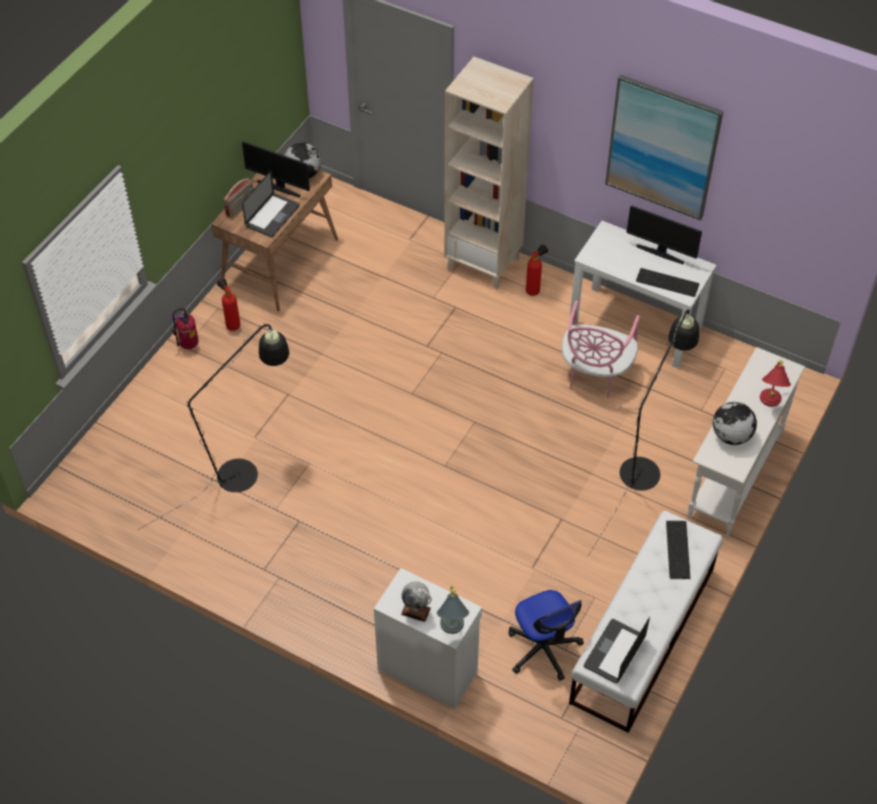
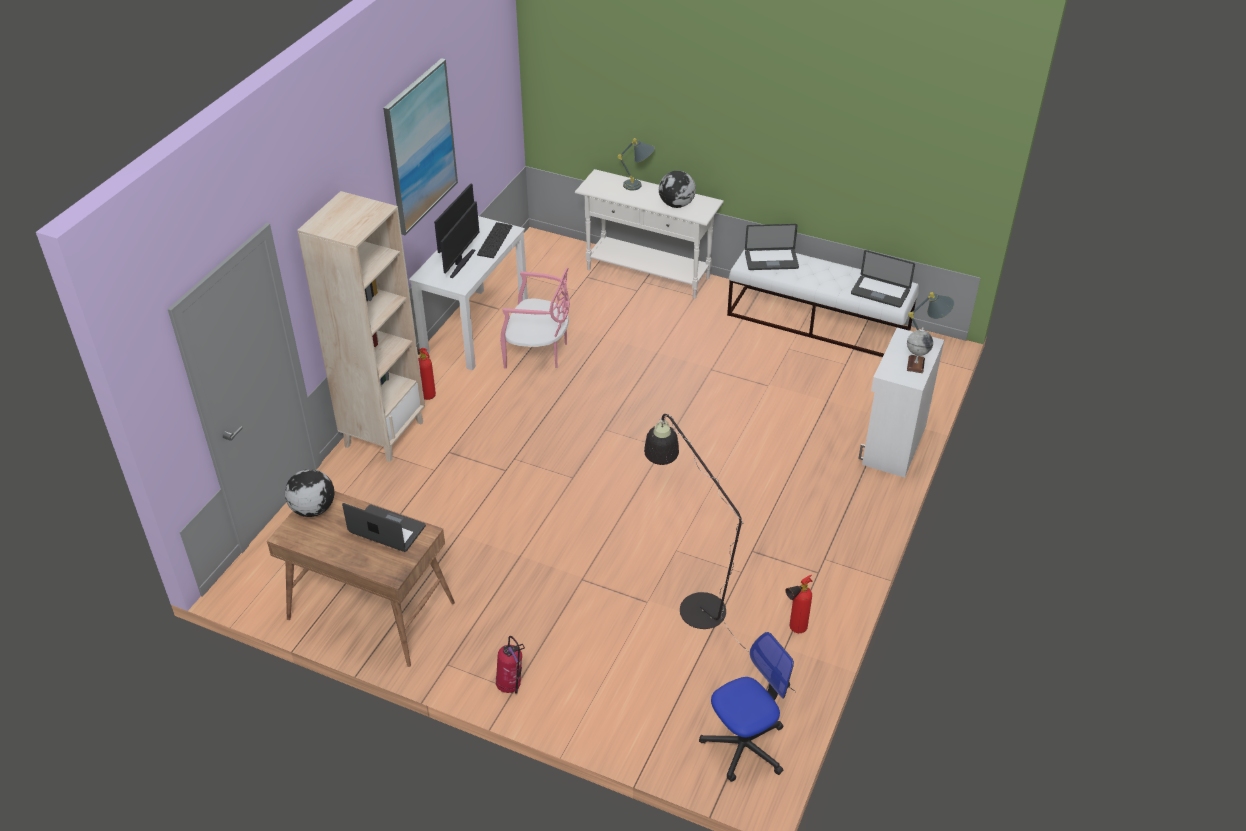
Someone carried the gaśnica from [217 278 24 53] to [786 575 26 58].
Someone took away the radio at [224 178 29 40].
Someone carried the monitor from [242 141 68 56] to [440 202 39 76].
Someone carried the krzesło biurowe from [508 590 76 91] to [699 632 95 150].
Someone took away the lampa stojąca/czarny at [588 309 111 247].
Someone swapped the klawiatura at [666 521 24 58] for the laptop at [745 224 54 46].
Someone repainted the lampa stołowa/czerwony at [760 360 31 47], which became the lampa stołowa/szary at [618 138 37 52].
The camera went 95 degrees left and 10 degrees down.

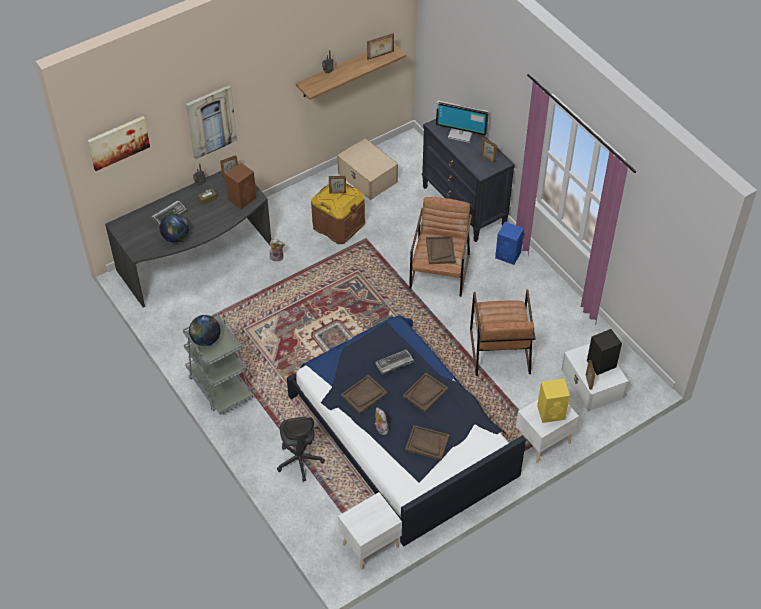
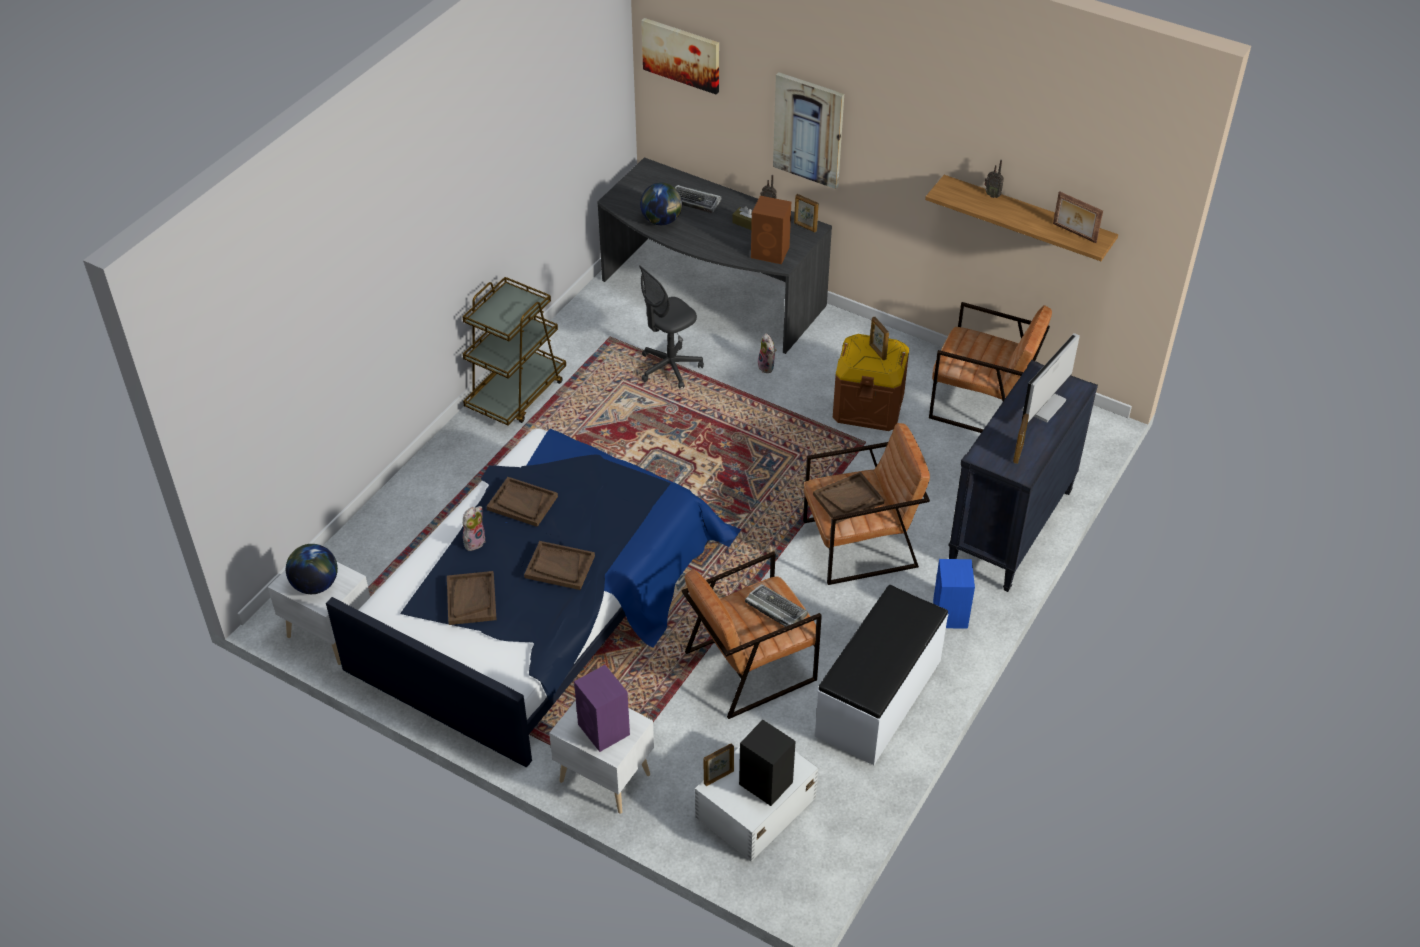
Someone repainted the wózek/szary at [183 313 70 102], which became the wózek/brązowy at [462 277 104 148].
Someone carried the globus from [189 315 31 31] to [286 544 52 50].
Someone carried the krzesło biurowe/szary from [277 417 48 65] to [639 265 65 123].
Someone swapped the pojemnik do przechowywania/beżowy at [337 138 61 62] for the fotel/brązowy at [929 302 123 131].
Someone carried the klawiatura from [375 349 39 26] to [745 584 63 46].
Someone rotated the monitor at [436 101 53 42] by 45 degrees clockwise.
Someone repainted the głośnik/żółty at [537 379 33 44], which became the głośnik/fioletowy at [574 665 56 87].
Someone put down the ławka/biały at [815 585 133 180].
The camera went 65 degrees right and 5 degrees down.

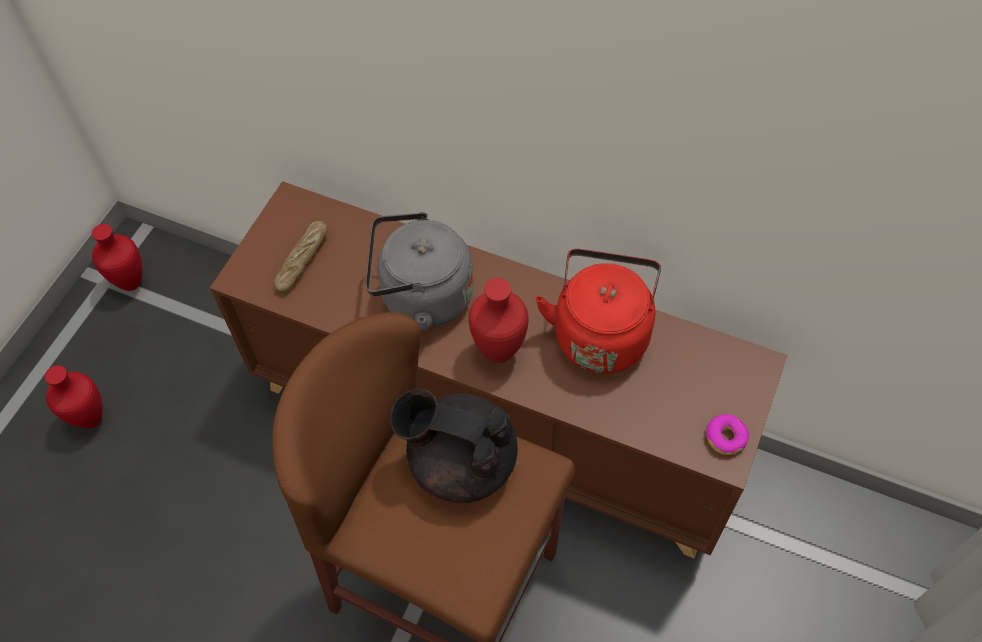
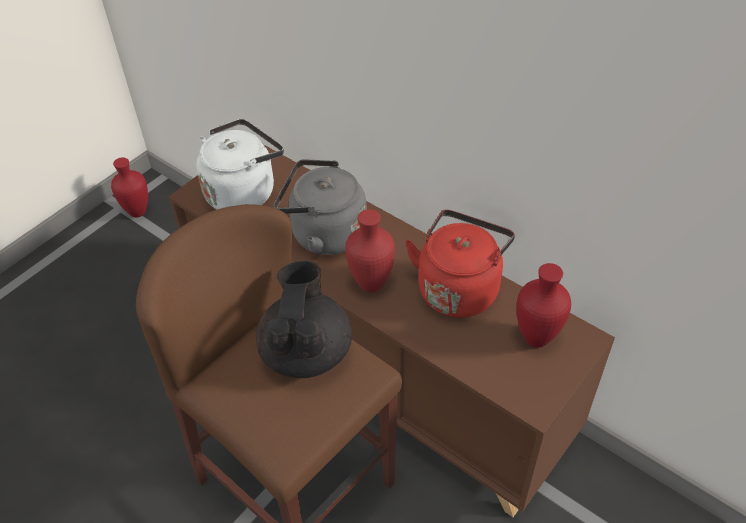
Someone carried the wazon/czerwony from [44 365 59 64] to [517 263 54 85].
Someone swapped the chleb at [274 221 54 72] for the czajnik/biały at [196 119 88 90].
Someone rotated the imbryk/czarny at [390 389 128 114] by 60 degrees clockwise.
Someone took away the donut at [706 414 43 41].
The camera went 15 degrees right and 10 degrees down.

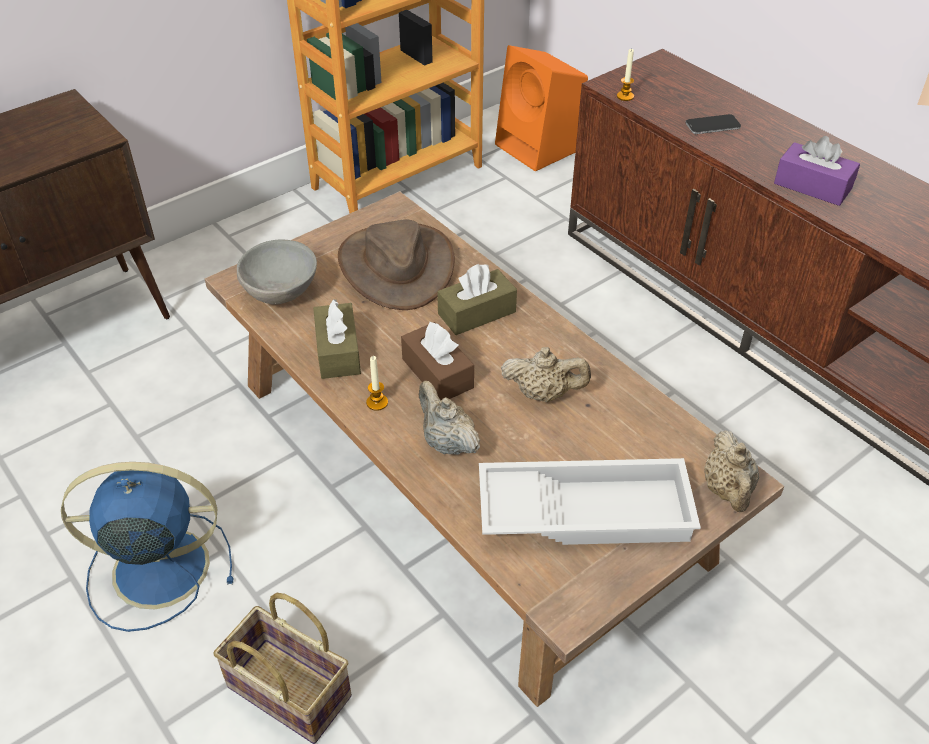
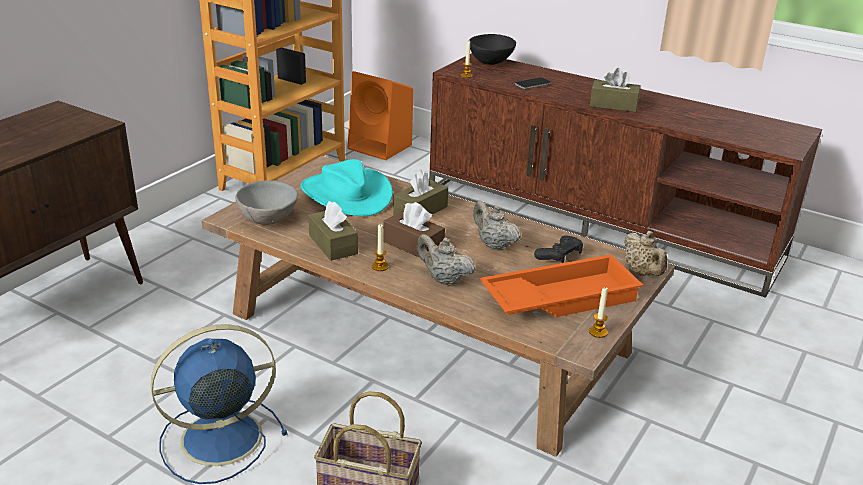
Someone repainted the kapelusz/brązowy at [338 219 117 91], which became the kapelusz/turkusowy at [300 159 93 57].
Someone repainted the taca/biały at [479 458 222 87], which became the taca/pomarańczowy at [480 254 163 63].
Someone rotated the imbryk/beżowy at [501 347 90 55] by 120 degrees counterclockwise.
Someone repainted the pudełko chusteczek/fioletowy at [774 136 86 70], which became the pudełko chusteczek/brązowy at [590 68 51 44].
Someone put down the miska/czarny at [469 34 47 31].
Someone put down the pad do gier/czarny at [534 235 49 28].
Someone put down the świeca at [589 288 19 50].
The camera went 20 degrees left and 15 degrees down.

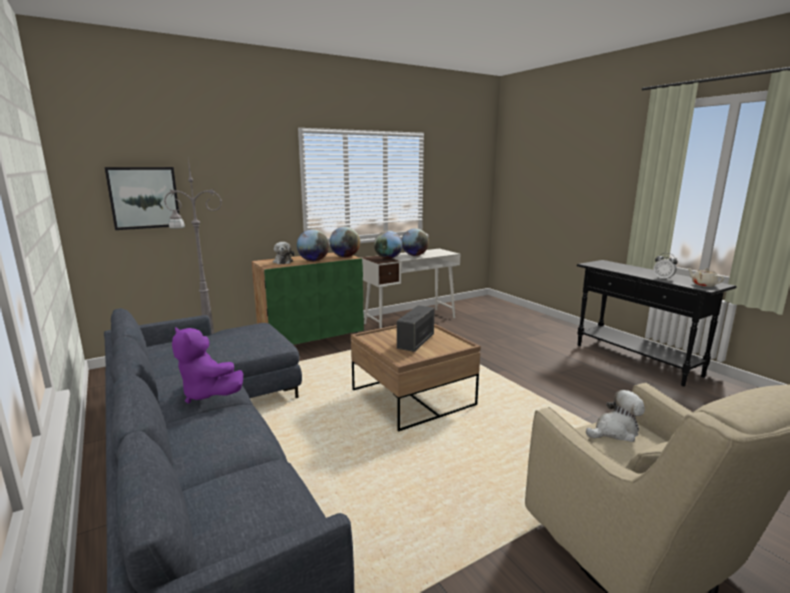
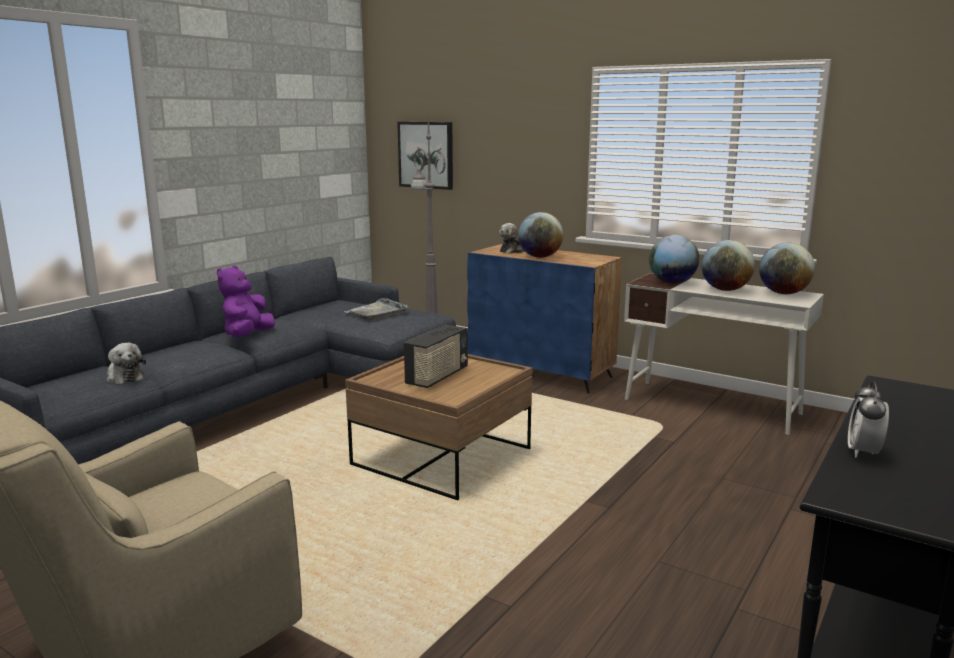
Someone repainted the szafka/zielony at [252 253 112 92], which became the szafka/niebieski at [467 244 155 149].
Someone carried the globus from [330 227 30 30] to [759 243 56 51].
Someone rotated the radio at [397 305 38 47] by 120 degrees clockwise.
Someone carried the pluszak from [586 390 59 52] to [106 343 40 41].
Someone took away the imbryk/beżowy at [687 268 37 19].
Someone put down the taca/szary at [344 298 64 22].
The camera went 65 degrees right and 0 degrees up.

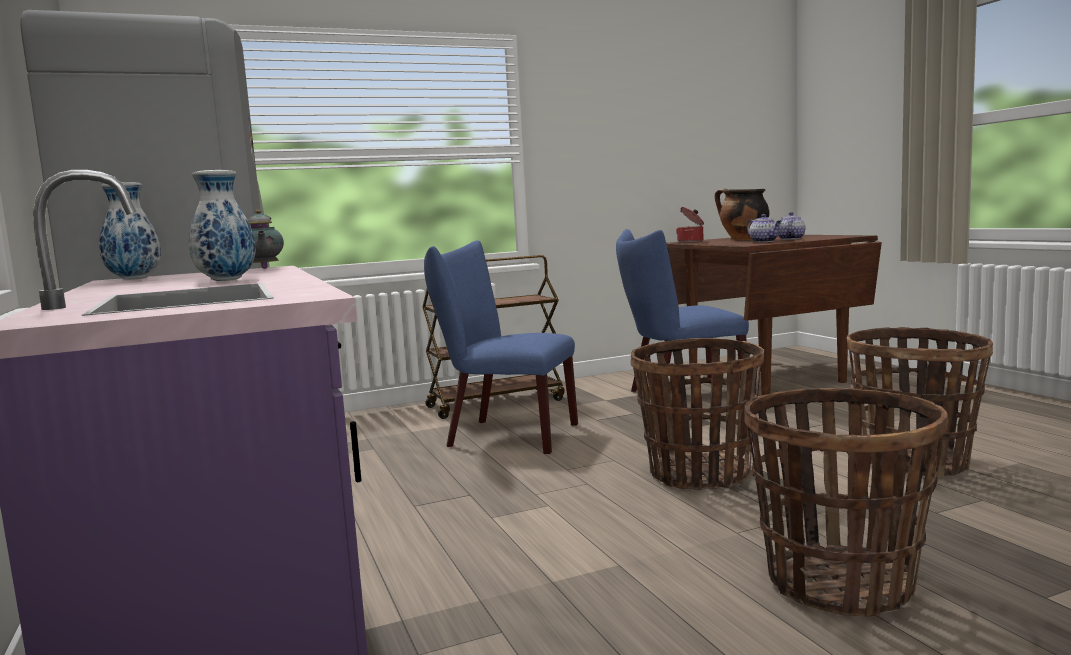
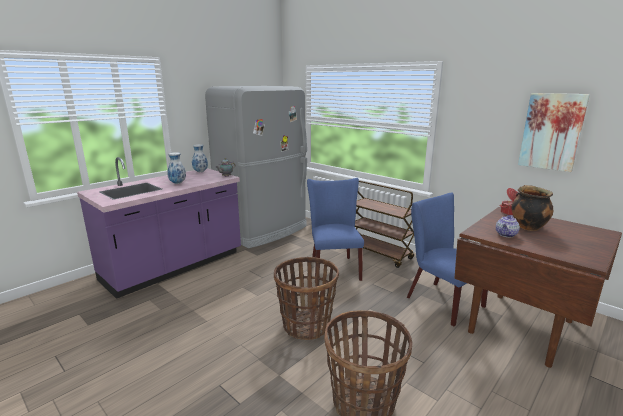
Someone took away the koszyk at [744 388 205 229].
Someone took away the imbryk at [778 212 28 28].
Someone put up the obraz at [518 93 72 79].
The camera went 65 degrees right and 10 degrees up.

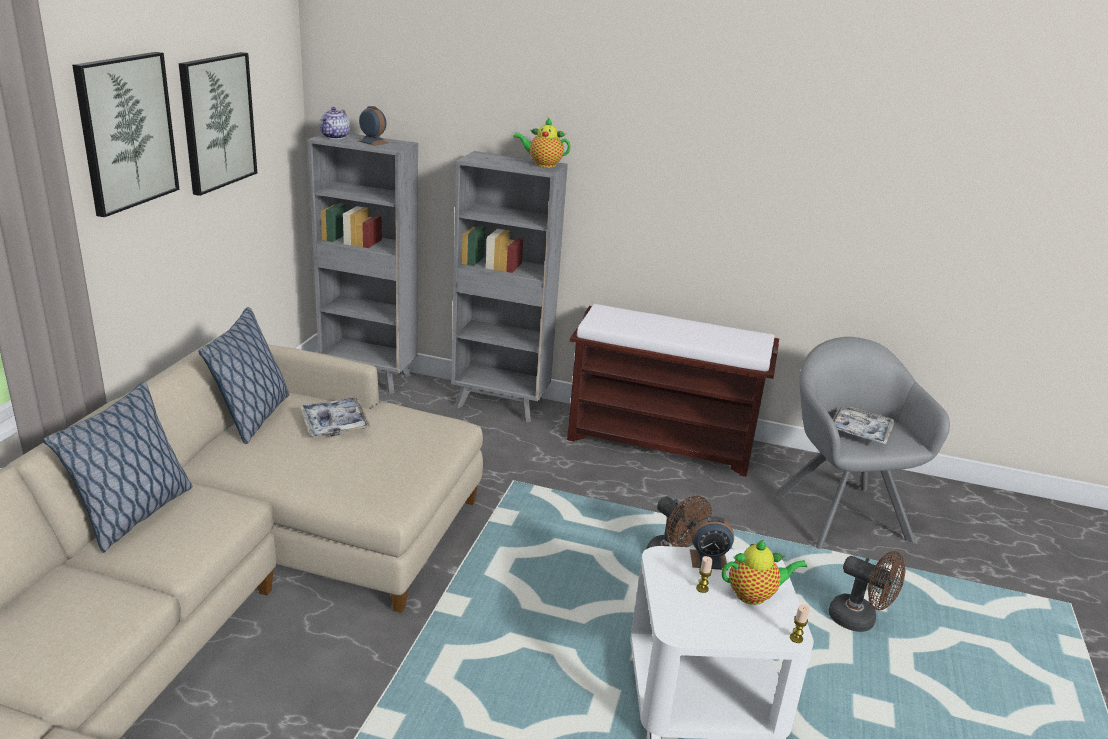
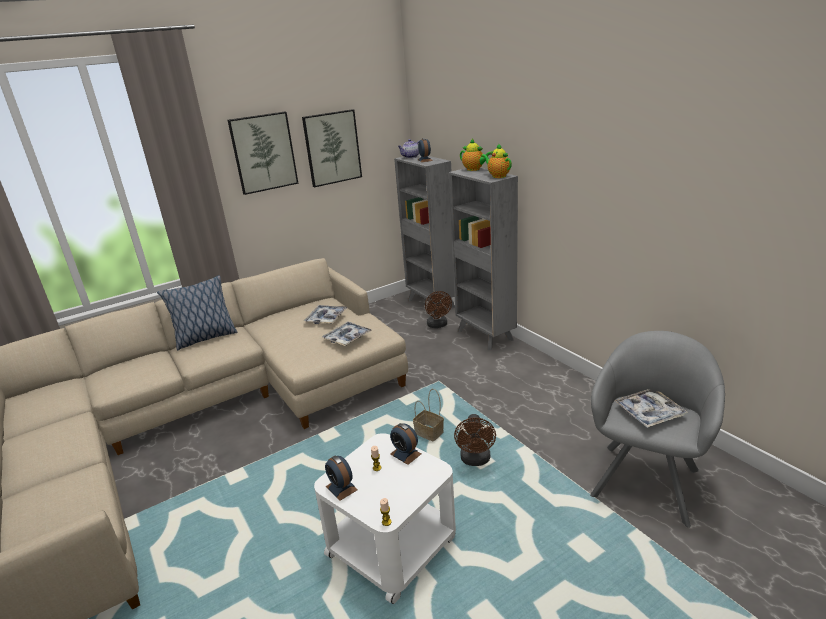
Someone took away the poduszka at [198 307 91 137].
Someone took away the ławka/brązowy at [567 304 212 173].
Someone carried the imbryk from [722 539 85 66] to [460 139 30 32].
Someone carried the wentylator/brązowy from [829 551 77 81] to [425 291 27 37].
Someone put down the taca at [322 322 50 24].
Someone put down the budzik at [325 456 33 45].
Someone put down the koszyk at [413 389 31 52].
The camera went 45 degrees right and 0 degrees up.

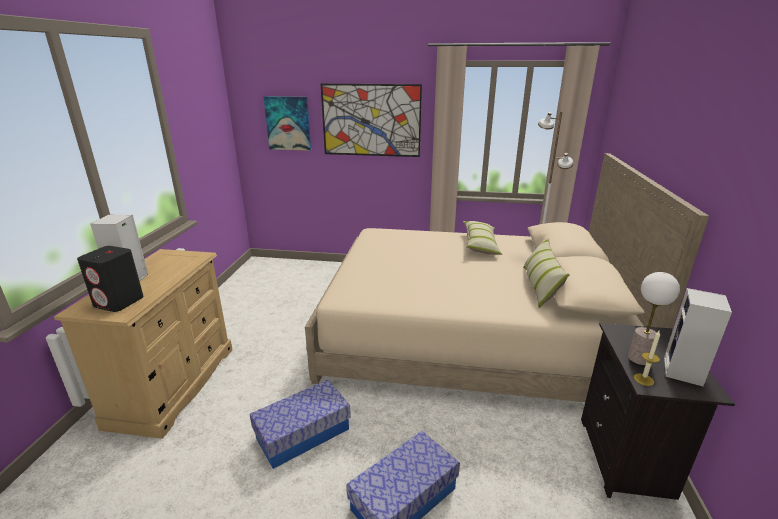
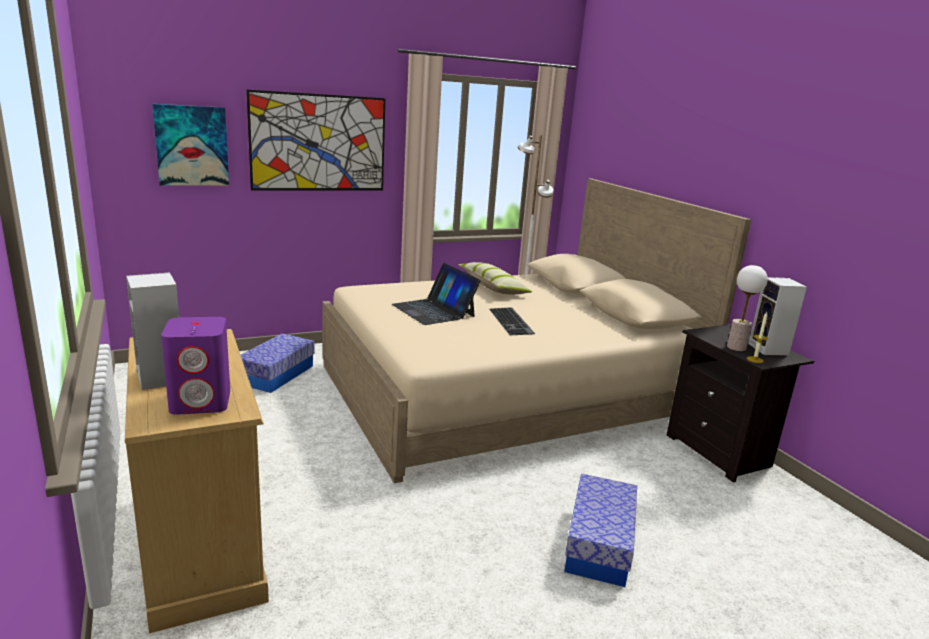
Someone repainted the głośnik/czarny at [77 246 67 66], which became the głośnik/fioletowy at [161 317 69 98].
Someone carried the pojemnik do przechowywania from [250 380 101 89] to [241 333 74 60].
Someone took away the poduszka at [523 238 47 70].
Someone put down the laptop at [392 263 89 62].
Someone put down the klawiatura at [489 307 46 28].
The camera went 35 degrees left and 5 degrees down.

